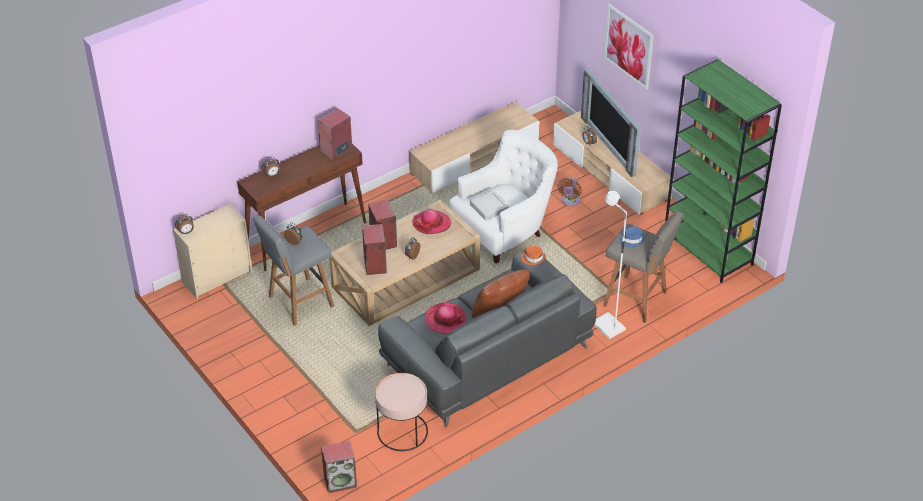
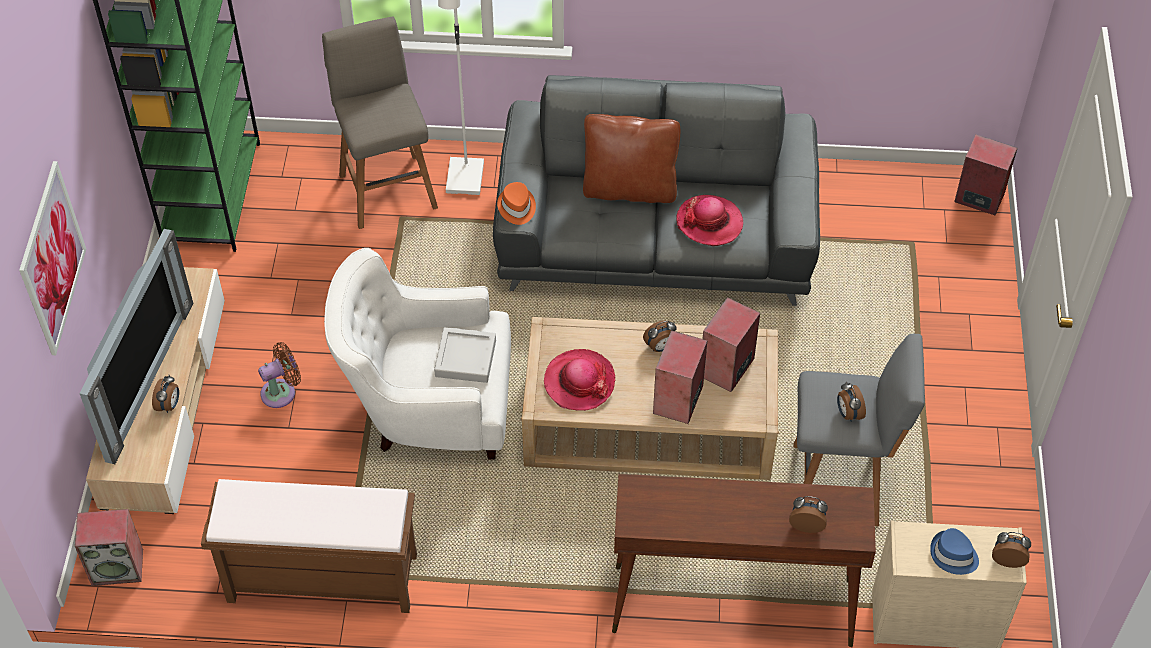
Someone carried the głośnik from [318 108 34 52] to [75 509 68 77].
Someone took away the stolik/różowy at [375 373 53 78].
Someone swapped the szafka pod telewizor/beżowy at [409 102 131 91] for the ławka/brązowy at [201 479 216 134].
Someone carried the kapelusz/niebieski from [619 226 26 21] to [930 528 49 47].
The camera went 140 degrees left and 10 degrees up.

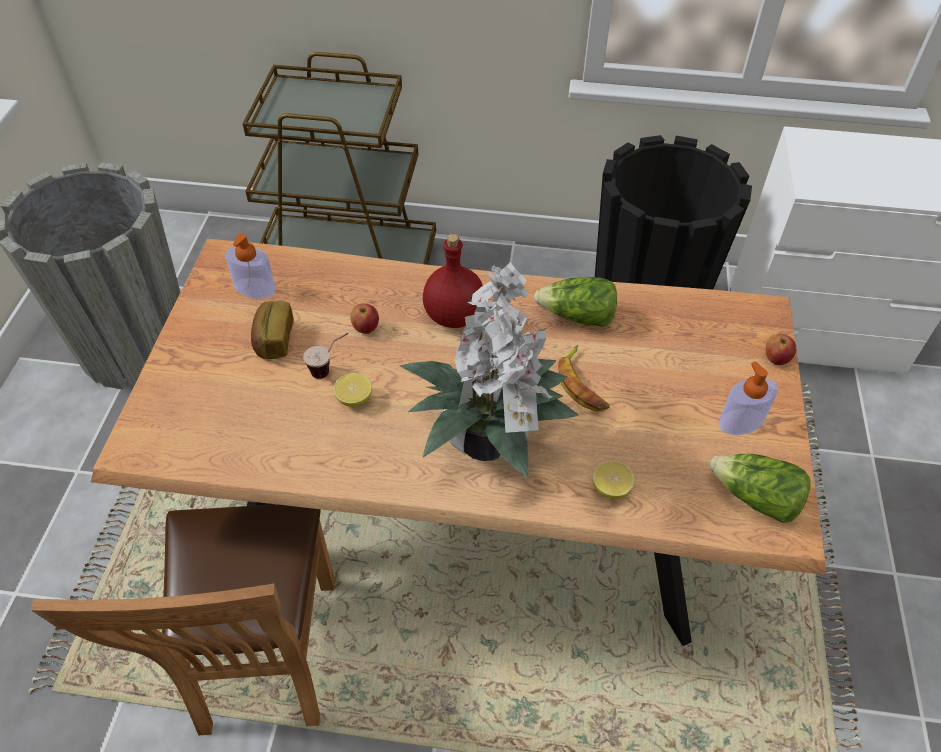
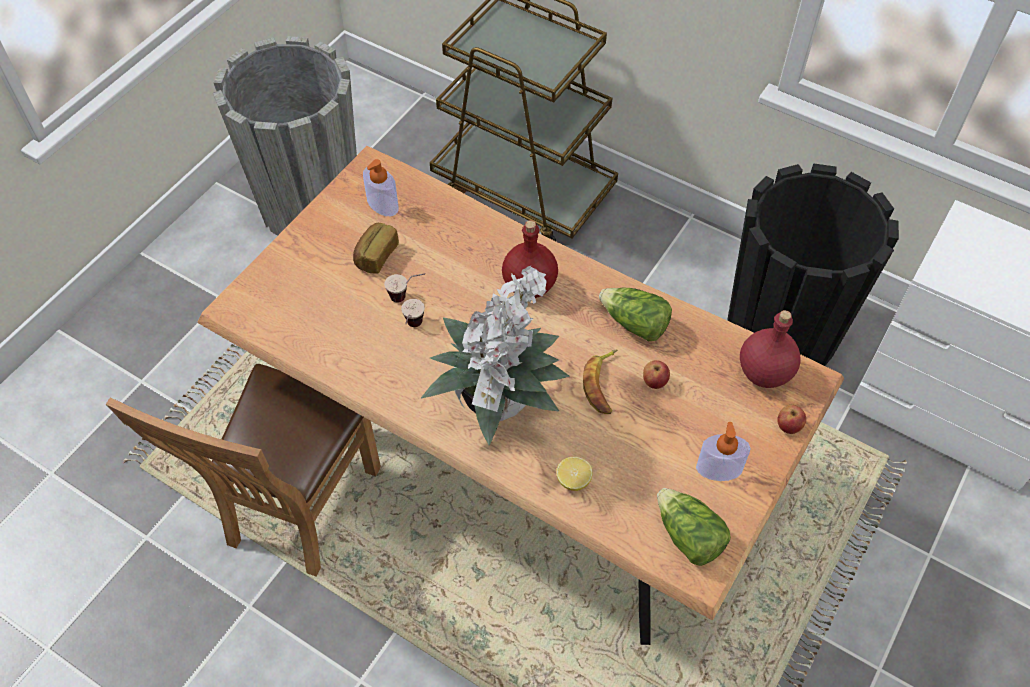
Someone swapped the cytryna at [334 373 38 34] for the filiżanka at [401 299 24 28].
Someone carried the jabłko from [350 303 29 31] to [643 360 27 29].
Someone put down the butelka/czerwony at [740 310 61 78].
The camera went 25 degrees right and 5 degrees up.

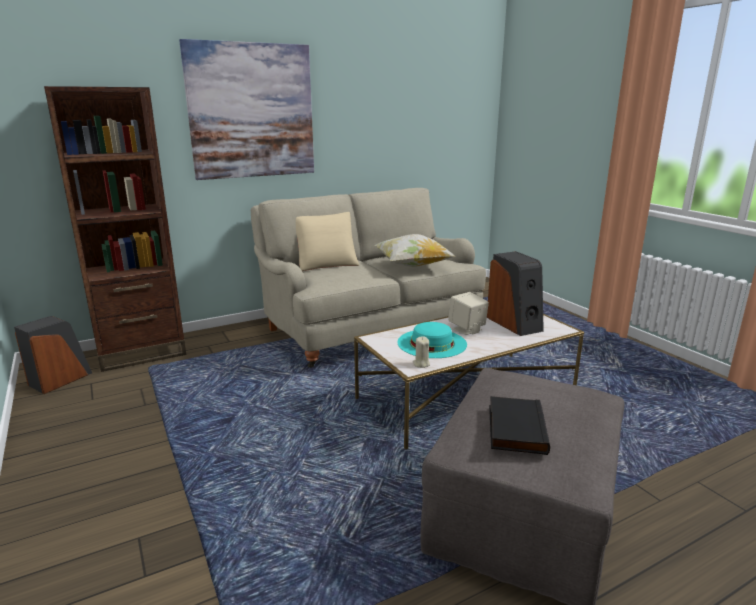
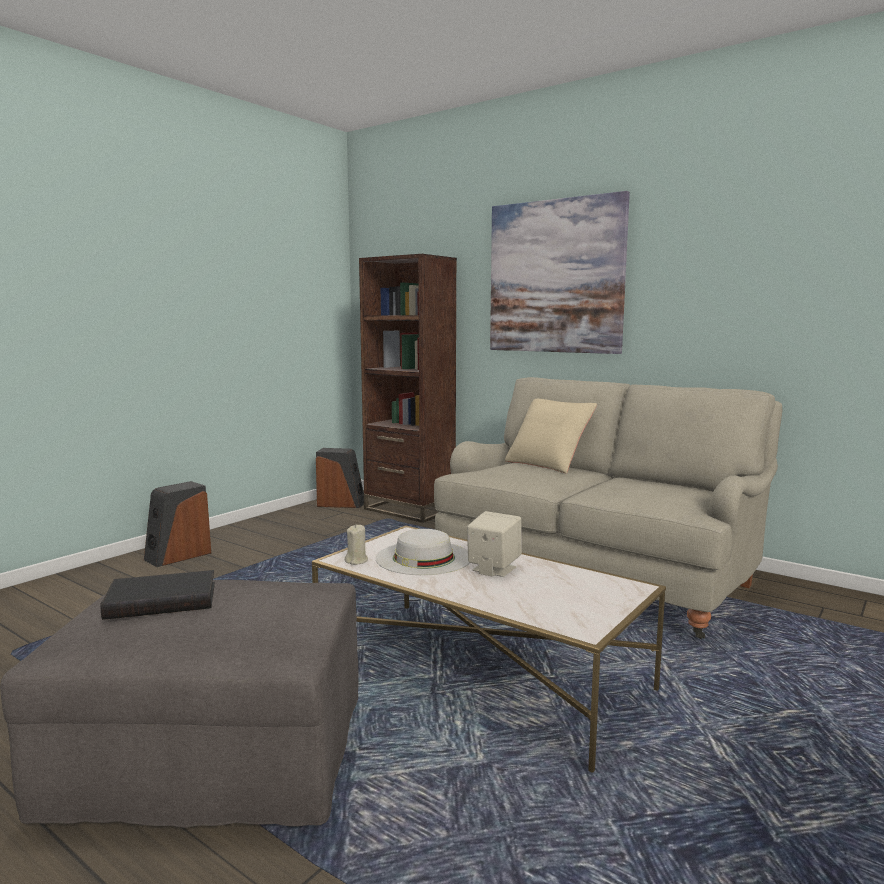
Someone took away the poduszka at [374 234 81 33].
Someone repainted the kapelusz/turkusowy at [398 322 69 36], which became the kapelusz/biały at [376 529 93 46].
Someone carried the głośnik from [487 251 57 85] to [144 481 67 86].
The camera went 65 degrees right and 10 degrees down.

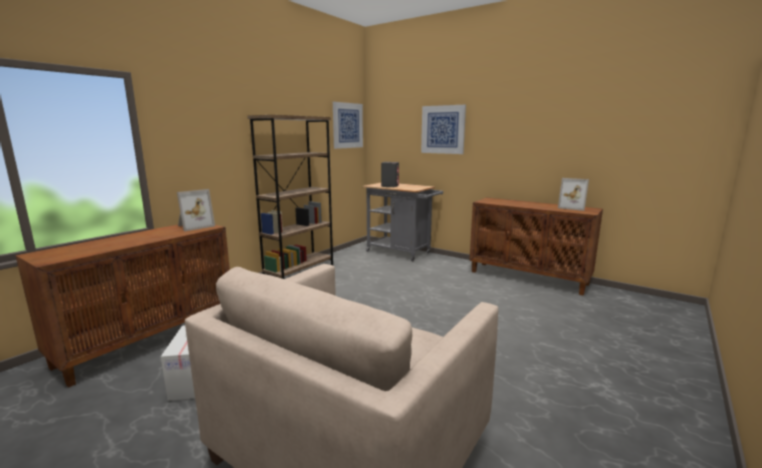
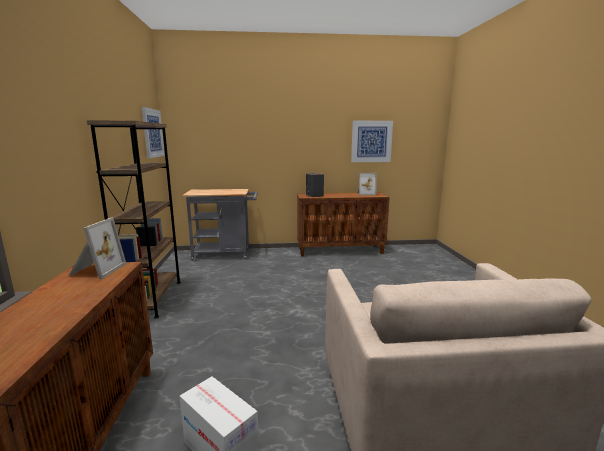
Someone carried the głośnik/szary from [381 162 18 25] to [306 173 18 24].
Someone carried the obraz from [421 105 45 49] to [351 121 42 41].
The camera went 40 degrees left and 0 degrees up.

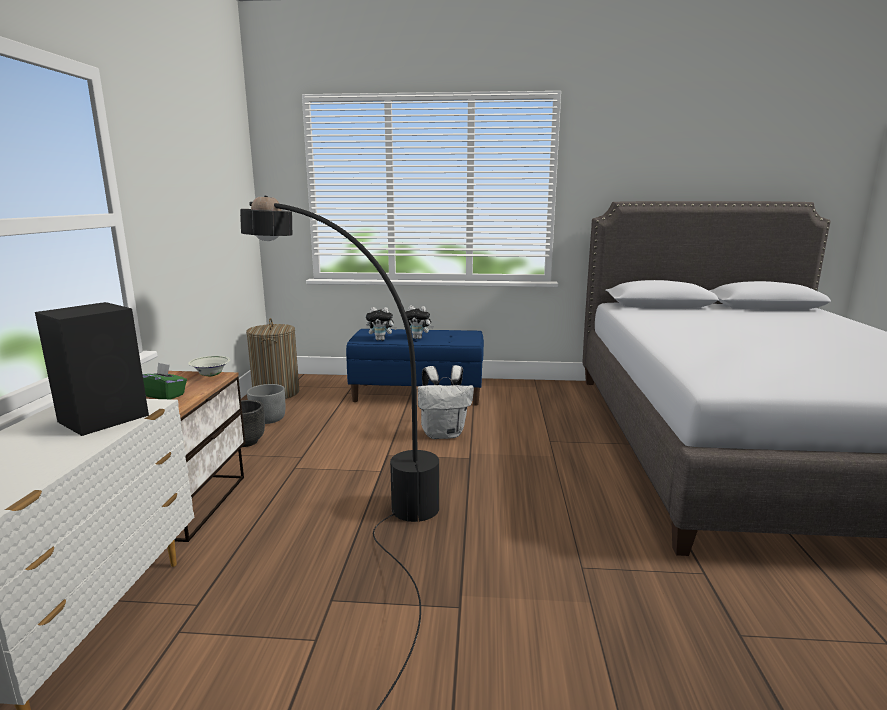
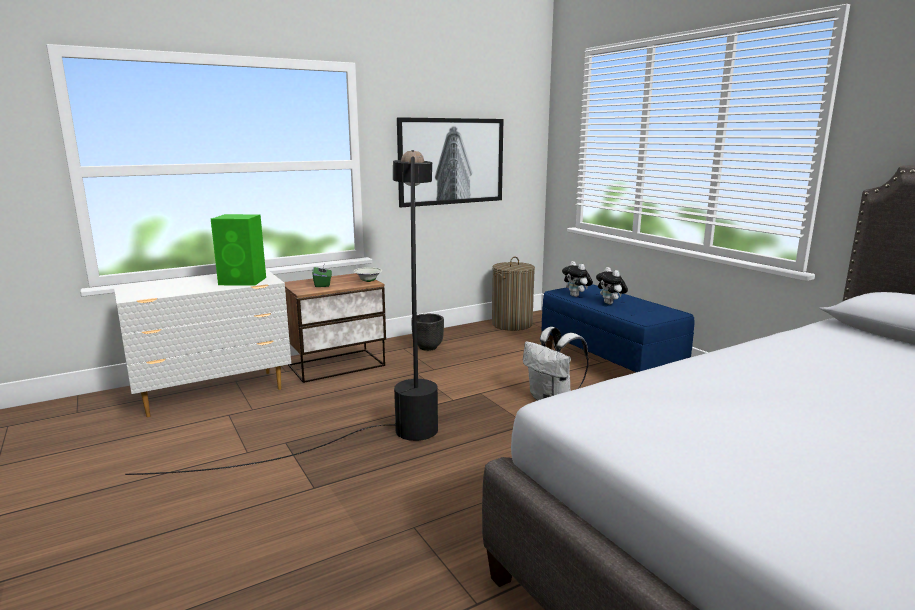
Someone repainted the głośnik/czarny at [35 302 114 134], which became the głośnik/zielony at [211 214 55 72].
Someone took away the donica/szary at [247 384 38 40].
Someone put up the obraz at [397 117 107 90].
The camera went 55 degrees right and 0 degrees up.

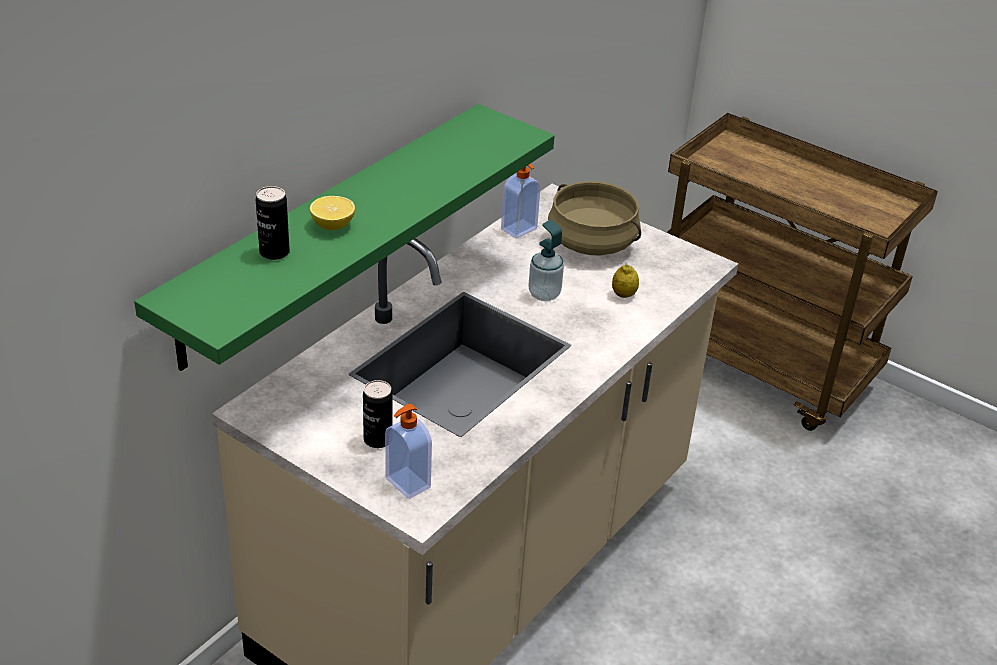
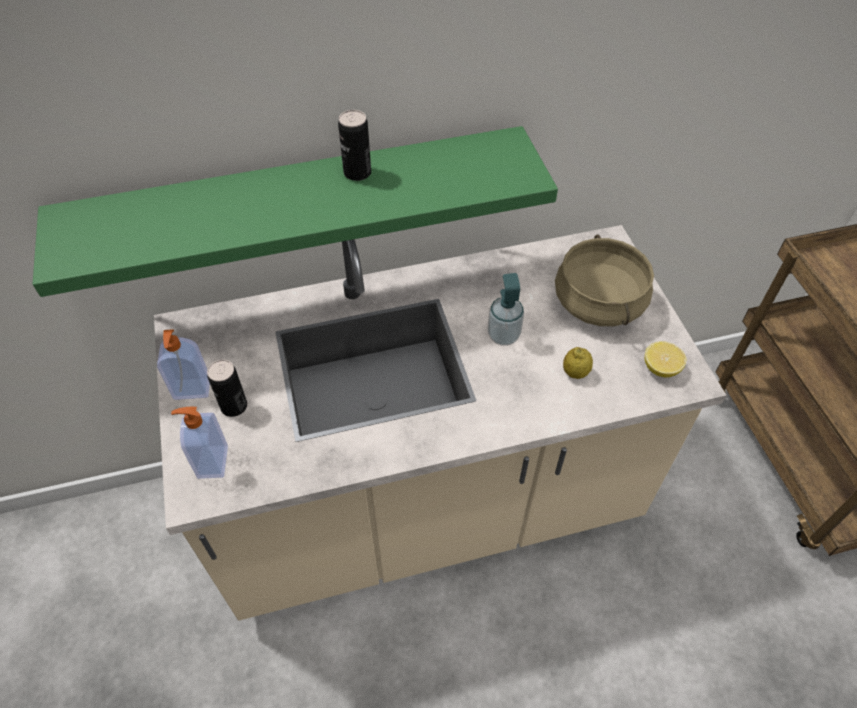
Someone carried the puszka from [256 186 34 74] to [338 110 33 71].
Someone carried the cytryna from [310 196 45 34] to [645 341 41 37].
Someone carried the dozownik mydła from [501 163 40 75] to [157 329 53 71].
The camera went 40 degrees right and 15 degrees up.

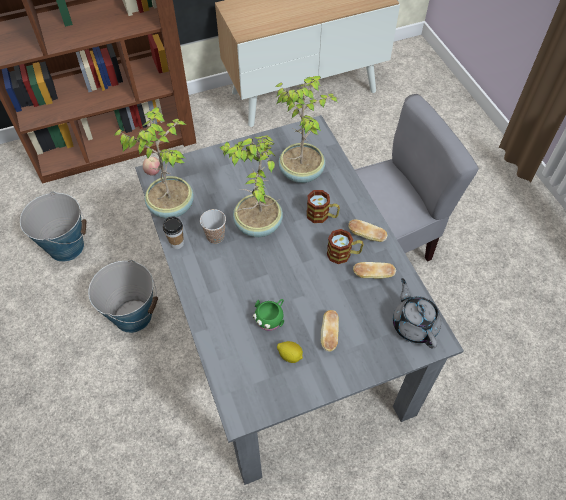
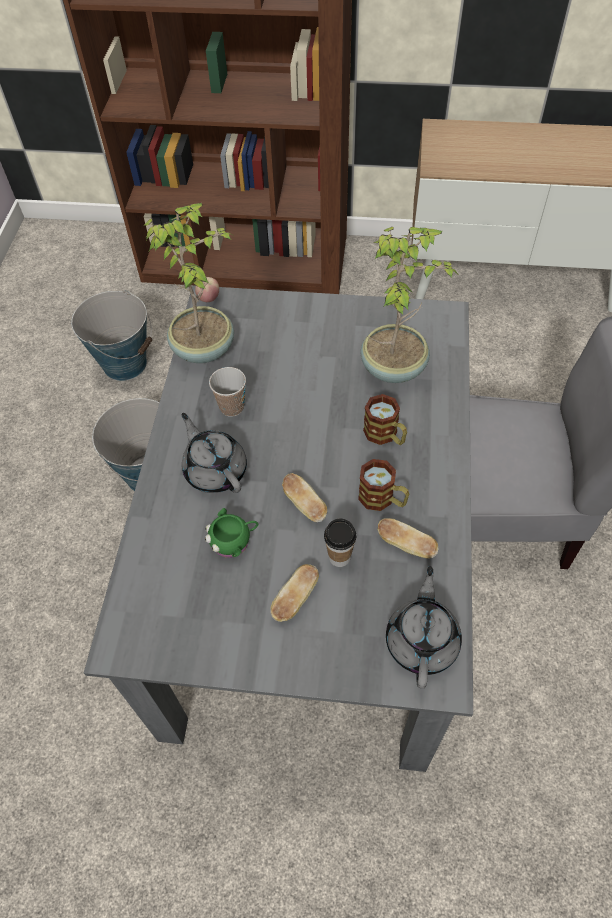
Someone carried the filiżanka from [163 216 21 33] to [324 518 33 49].
Someone took away the roślina doniczkowa at [220 135 63 102].
Someone took away the cytryna at [277 341 26 22].
Someone carried the chleb from [349 220 38 22] to [282 473 45 49].
Someone put down the imbryk/szary at [182 413 65 80].
The camera went 30 degrees right and 0 degrees up.

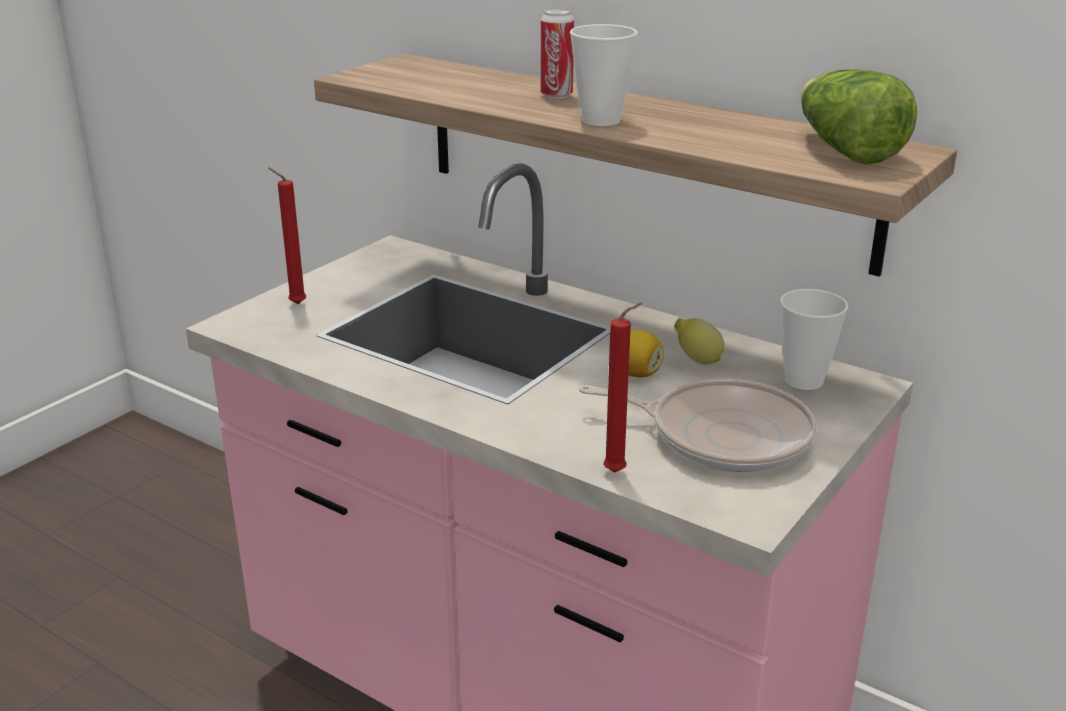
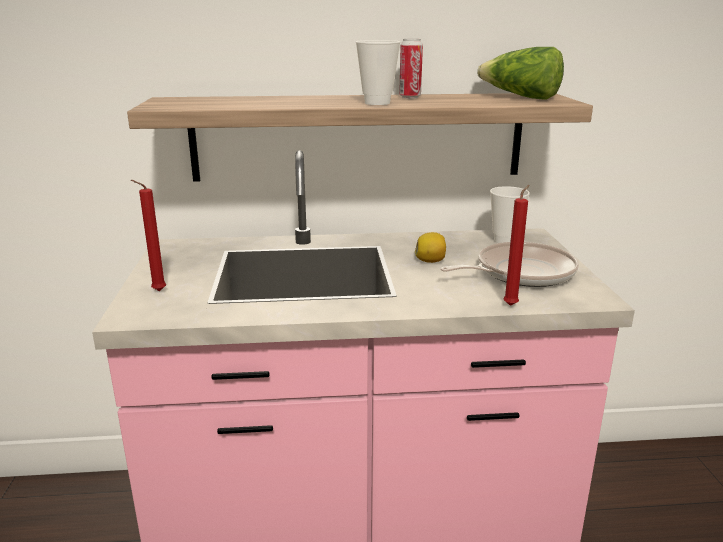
Someone carried the puszka from [541 9 33 90] to [399 39 24 59].
Someone took away the cytryna at [674 318 50 47].
The camera went 40 degrees left and 5 degrees down.

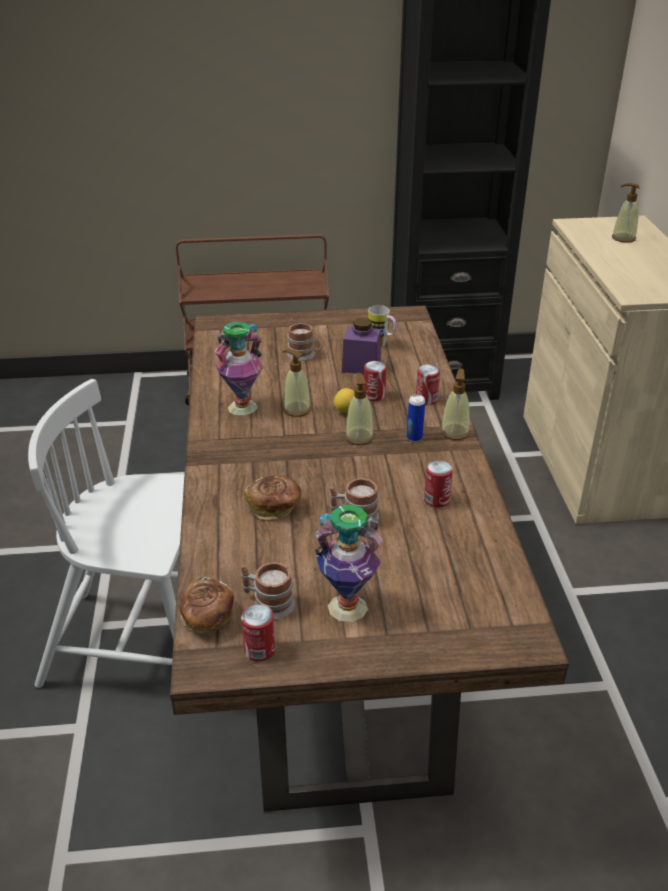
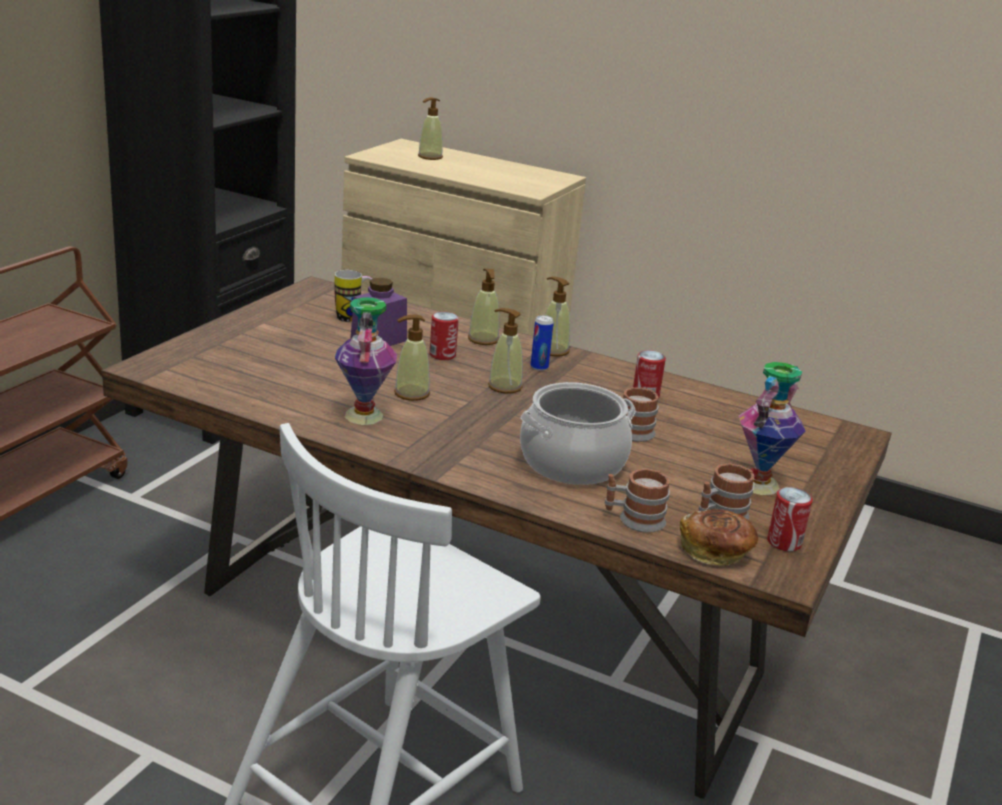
Someone swapped the chleb at [244 475 58 45] for the garnek at [520 382 116 103].
Someone carried the kubek from [287 319 28 42] to [605 469 65 64].
Someone took away the cytryna at [334 388 21 25].
Someone swapped the puszka at [416 364 24 41] for the dozownik mydła at [468 269 31 76].
The camera went 60 degrees left and 10 degrees down.

